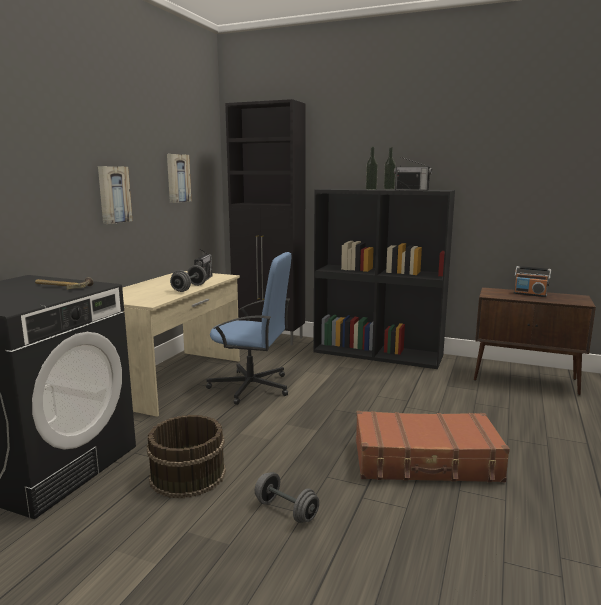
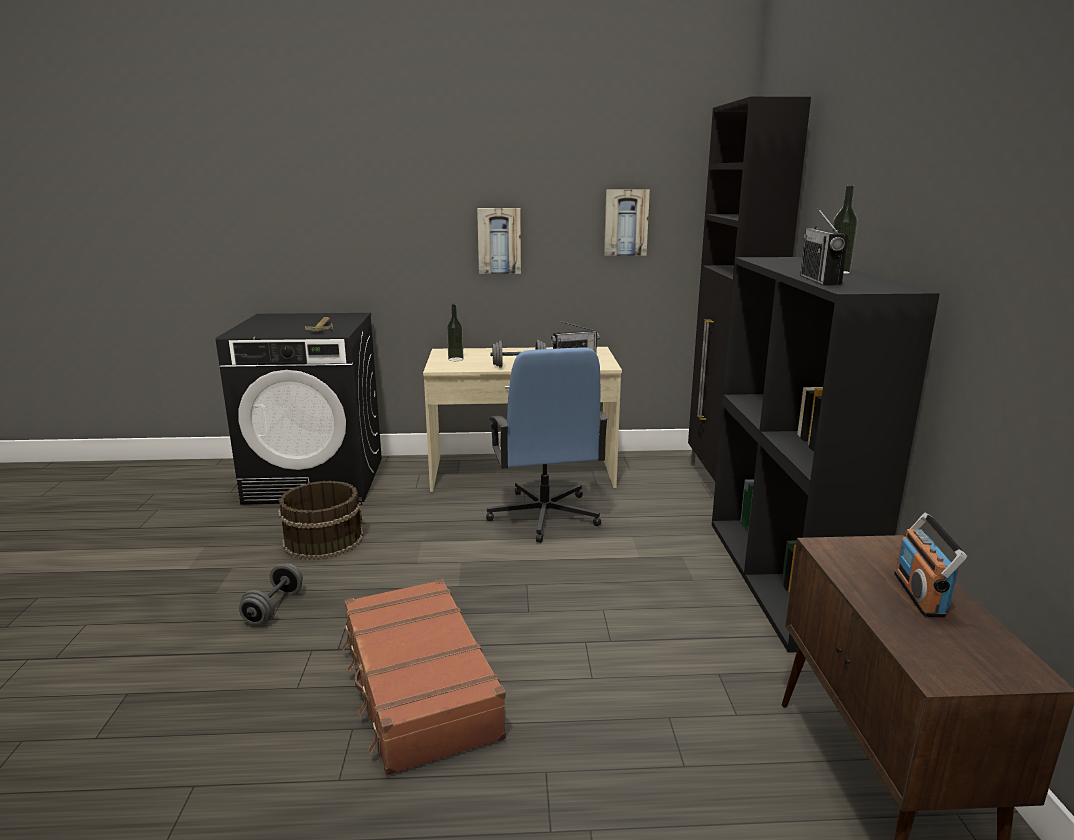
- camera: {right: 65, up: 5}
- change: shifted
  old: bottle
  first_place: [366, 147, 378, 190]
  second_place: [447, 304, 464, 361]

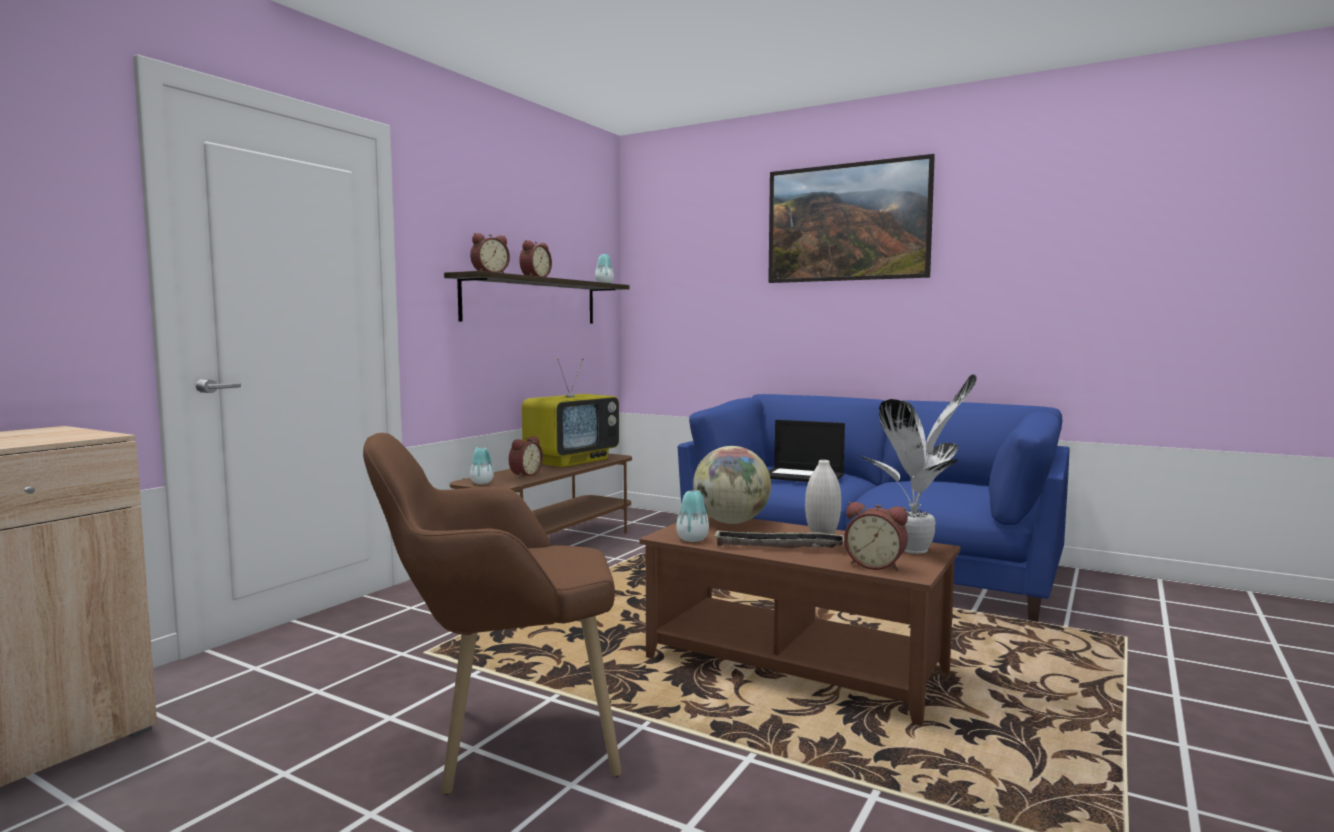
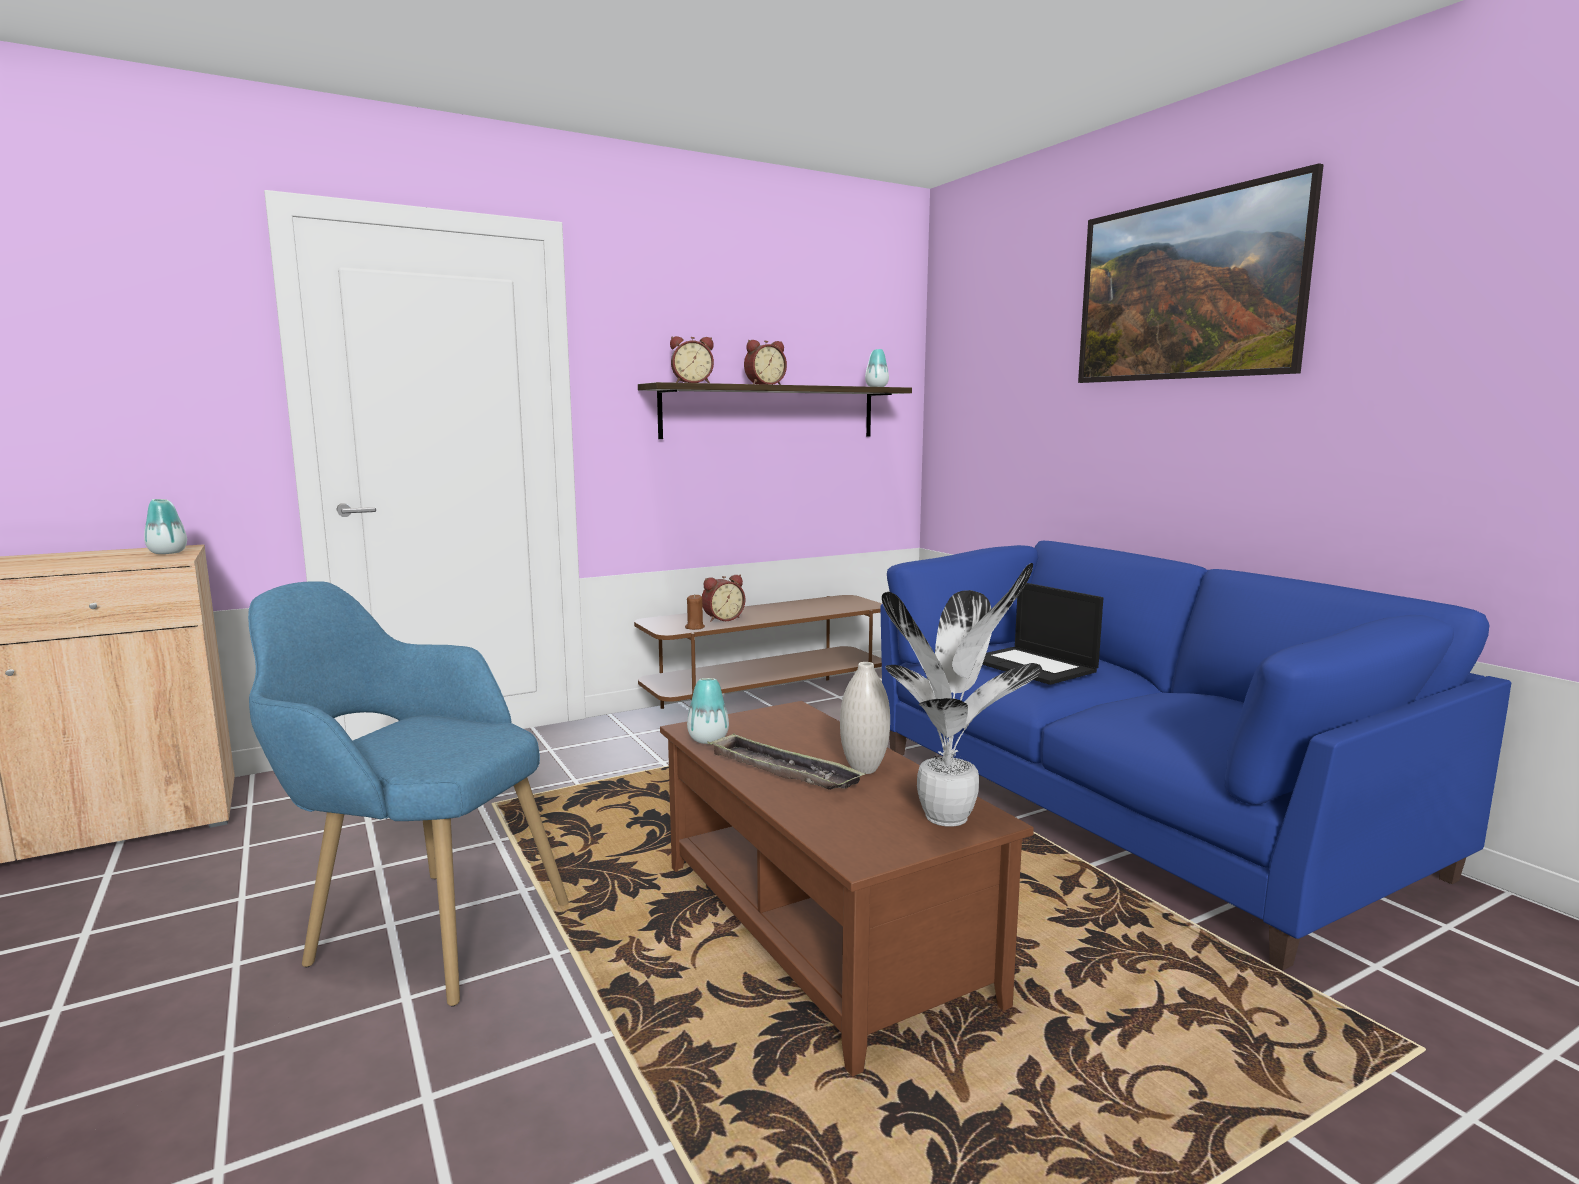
- camera: {right: 30, up: 5}
- change: gone
  old: TV set
  first_place: [522, 358, 619, 467]
- change: repainted
  old: easy chair/brown-coloured
  new: easy chair/blue-coloured
  first_place: [363, 433, 622, 795]
  second_place: [248, 581, 569, 1007]
- change: gone
  old: world globe
  first_place: [693, 446, 771, 524]
- change: shifted
  old: vase
  first_place: [470, 447, 494, 484]
  second_place: [144, 499, 187, 554]
- change: gone
  old: table clock
  first_place: [844, 502, 908, 571]
- change: new
  new: wax light/brown-coloured
  second_place: [685, 594, 705, 630]

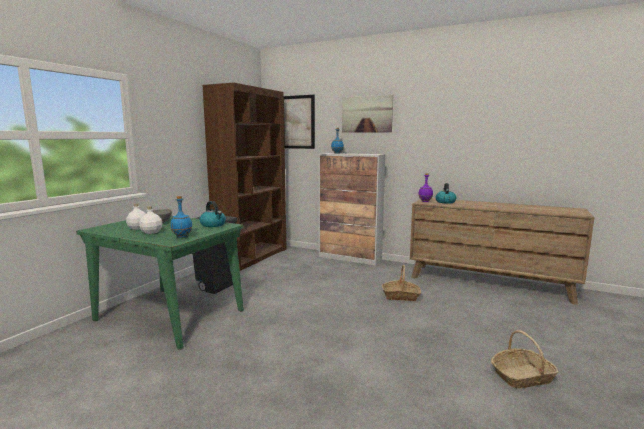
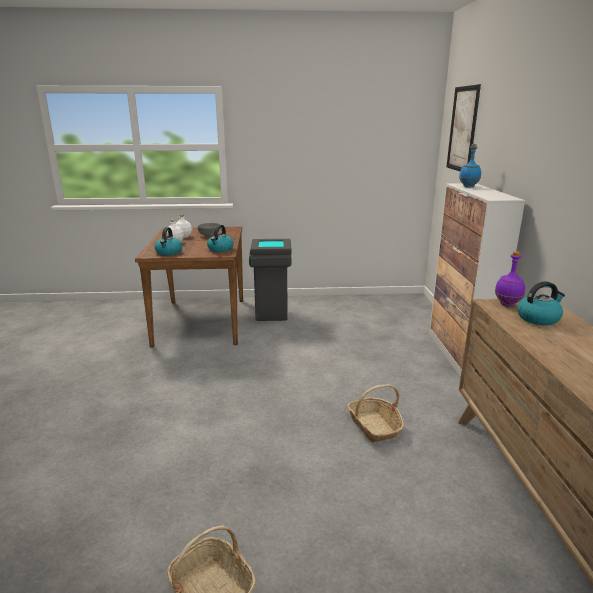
- camera: {right: 60, up: 10}
- change: gone
  old: shelving unit/brown-coloured
  first_place: [202, 83, 287, 271]
- change: gone
  old: picture
  first_place: [342, 95, 393, 133]
- change: swapped
  old: bottle/blue-coloured
  new: kettle
  first_place: [170, 196, 193, 238]
  second_place: [155, 227, 182, 255]
- change: repainted
  old: kitchen table/green-coloured
  new: kitchen table/brown-coloured
  first_place: [76, 216, 244, 350]
  second_place: [135, 227, 243, 347]

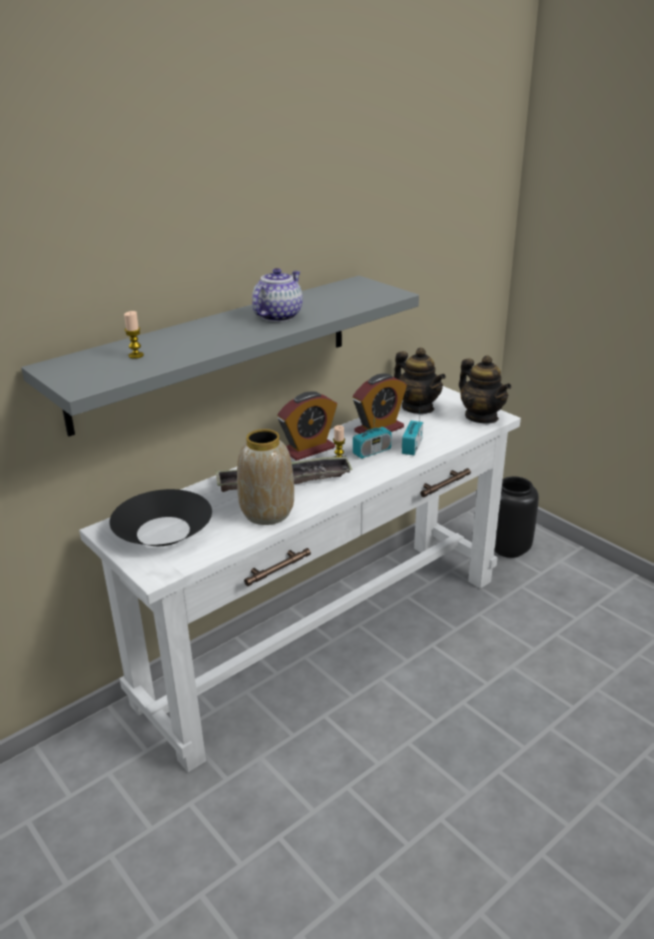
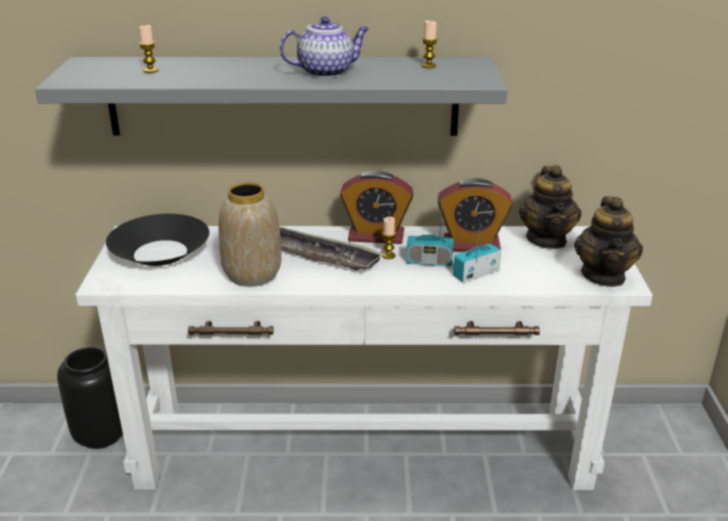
- camera: {right: 40, up: 0}
- change: shifted
  old: vase/black
  first_place: [495, 476, 539, 558]
  second_place: [57, 347, 123, 449]
- change: new
  new: wax light
  second_place: [421, 20, 437, 68]

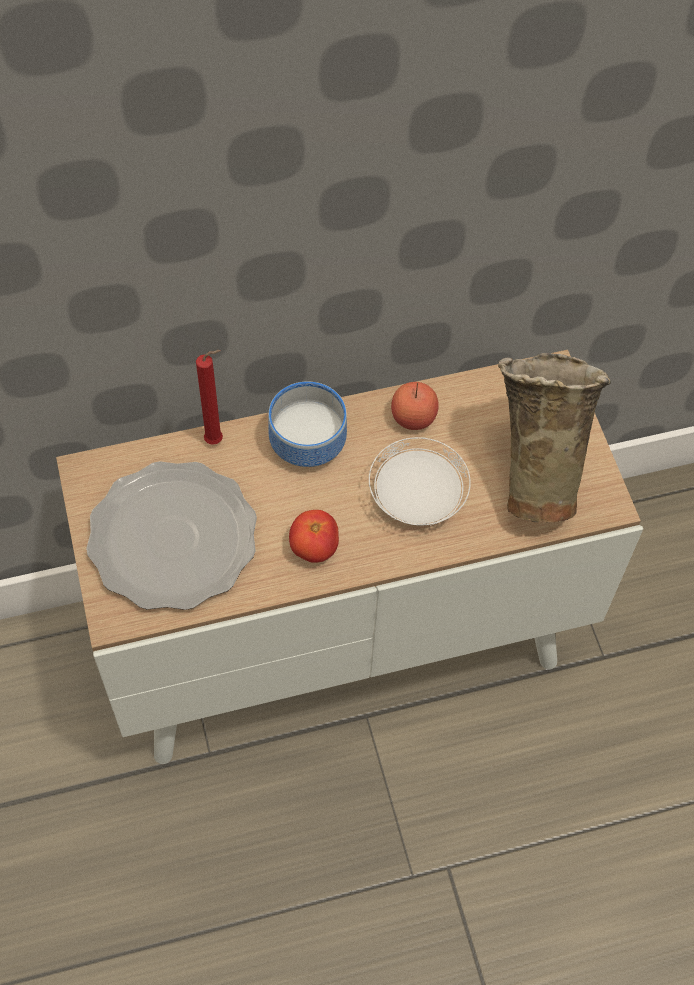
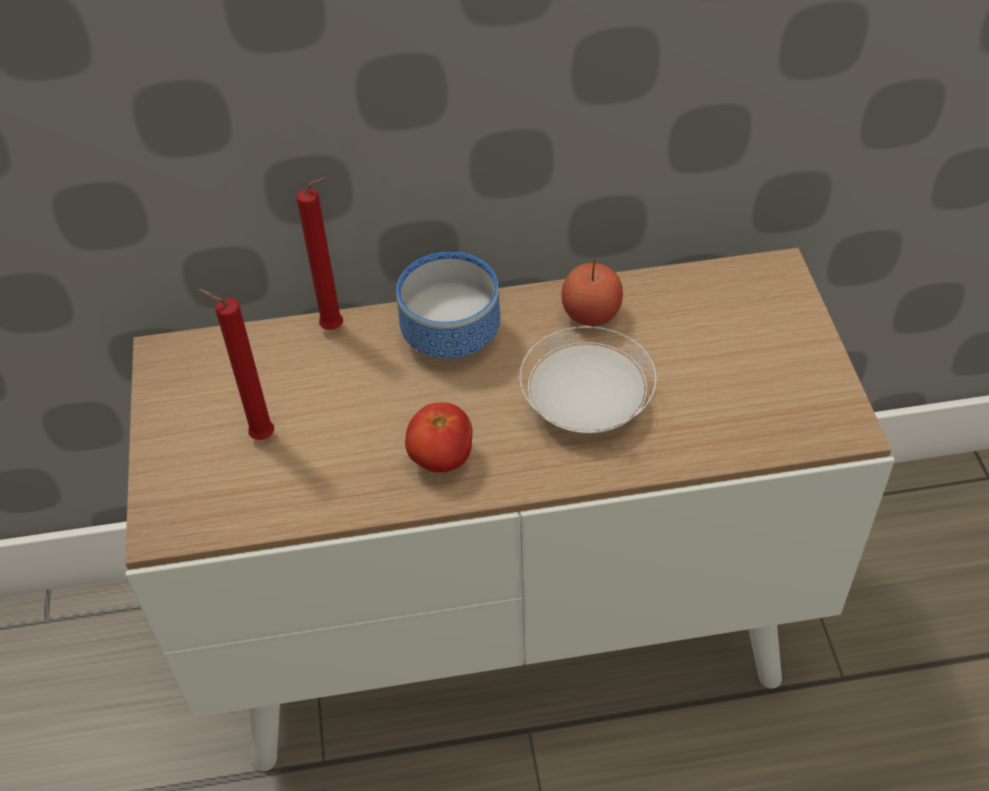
- camera: {right: 10, up: -10}
- change: gone
  old: vase/beige
  first_place: [498, 353, 611, 523]
- change: swapped
  old: dinner plate
  new: wax light/red-coloured
  first_place: [86, 461, 257, 610]
  second_place: [197, 289, 274, 440]

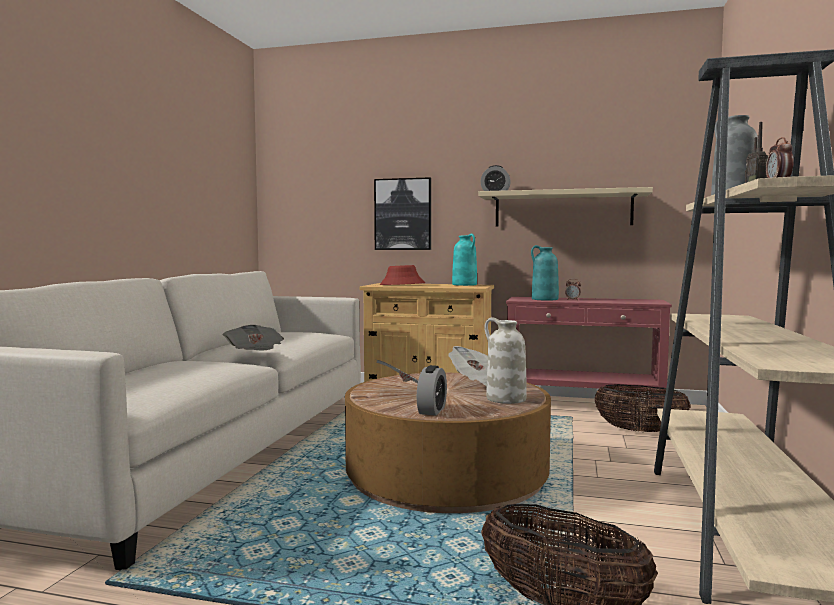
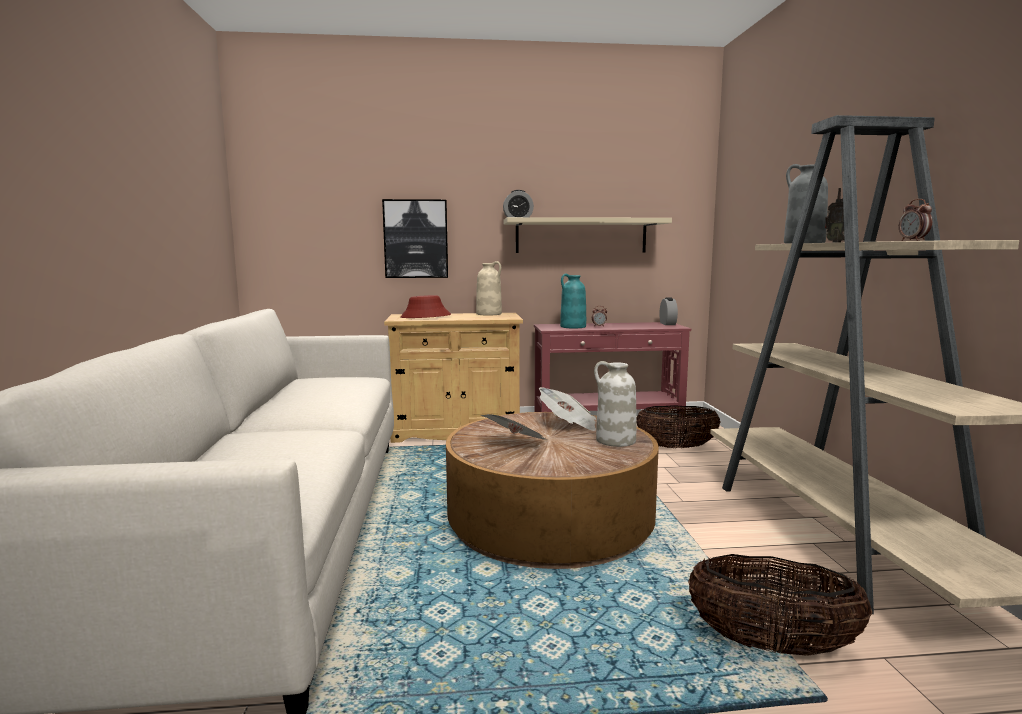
- camera: {right: -20, up: 5}
- change: repainted
  old: vase/turquoise
  new: vase/beige
  first_place: [452, 234, 477, 286]
  second_place: [476, 261, 502, 316]
- change: gone
  old: newspaper
  first_place: [223, 325, 284, 350]
- change: shifted
  old: table clock
  first_place: [417, 365, 447, 416]
  second_place: [659, 297, 678, 325]

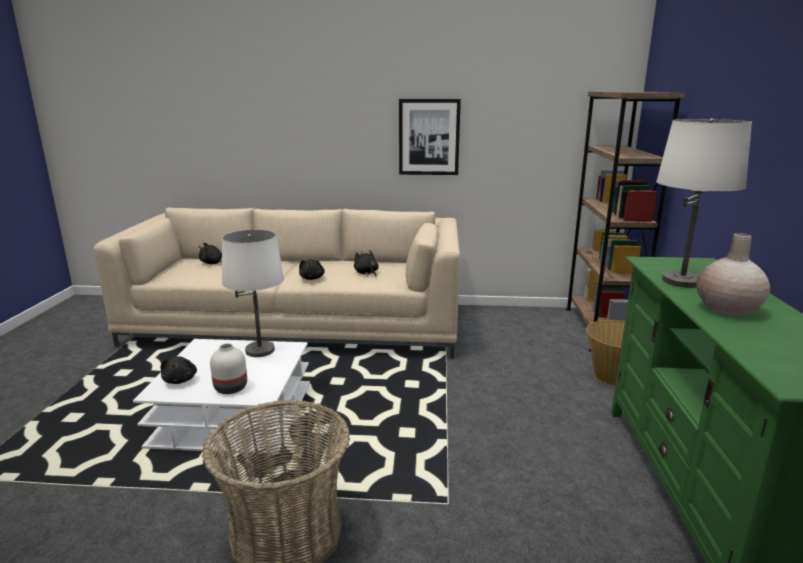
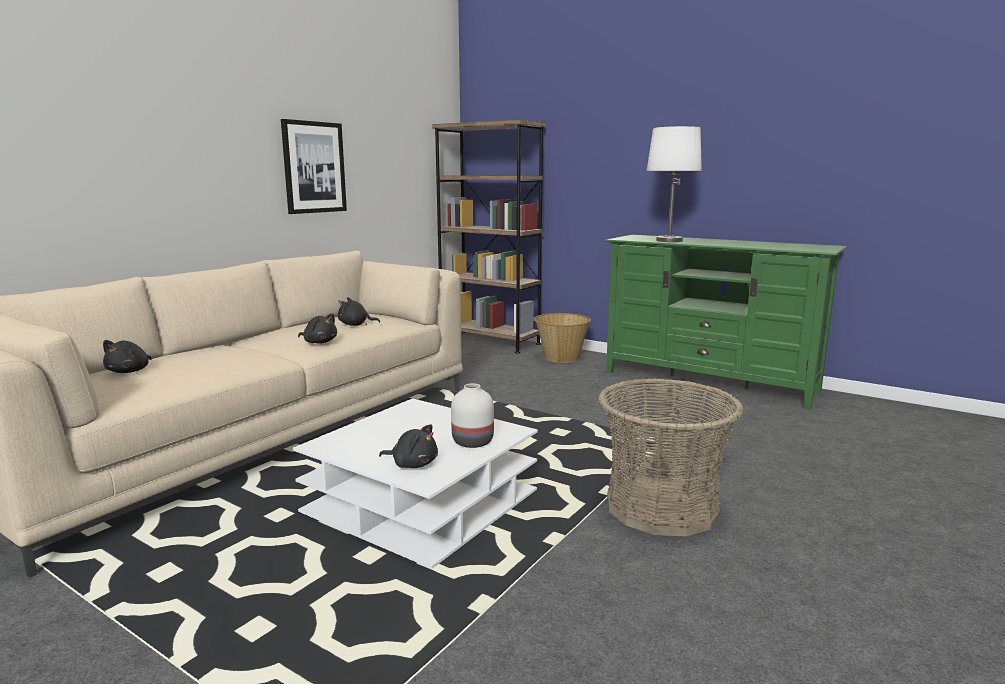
- camera: {right: -60, up: -5}
- change: gone
  old: lamp for a table/white-coloured
  first_place: [222, 230, 284, 357]
- change: gone
  old: vase/beige
  first_place: [696, 233, 770, 316]

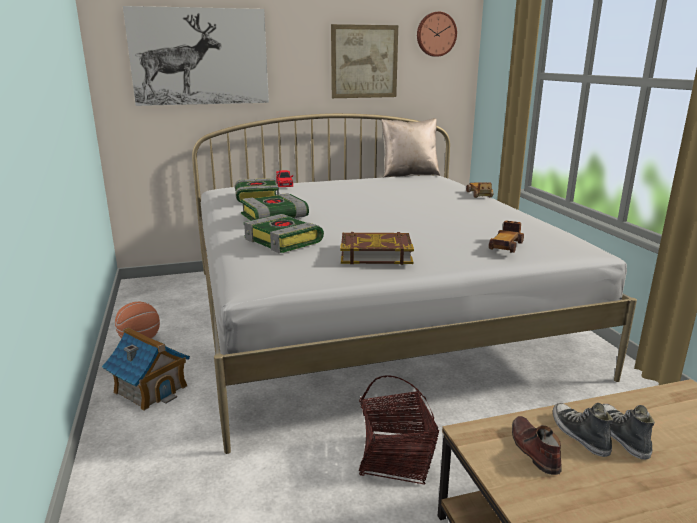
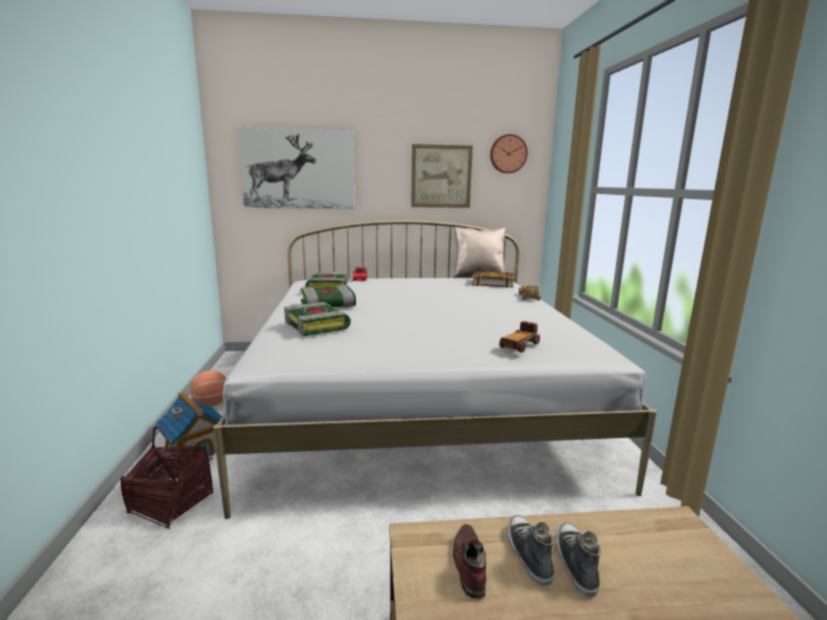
- camera: {right: 10, up: -5}
- change: shifted
  old: volume
  first_place: [340, 232, 414, 265]
  second_place: [472, 271, 514, 288]
- change: shifted
  old: storage basket
  first_place: [359, 375, 439, 485]
  second_place: [120, 427, 213, 529]

